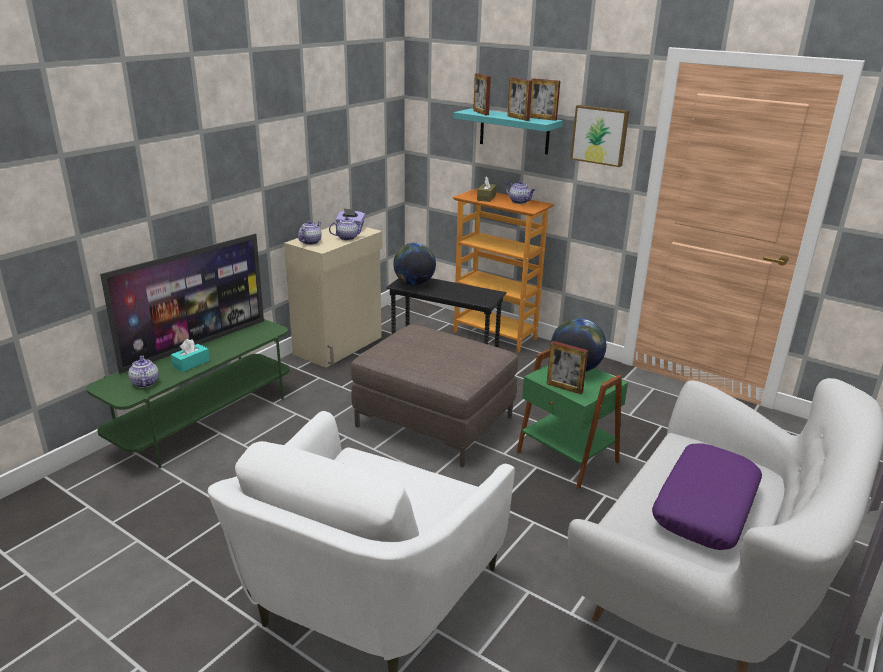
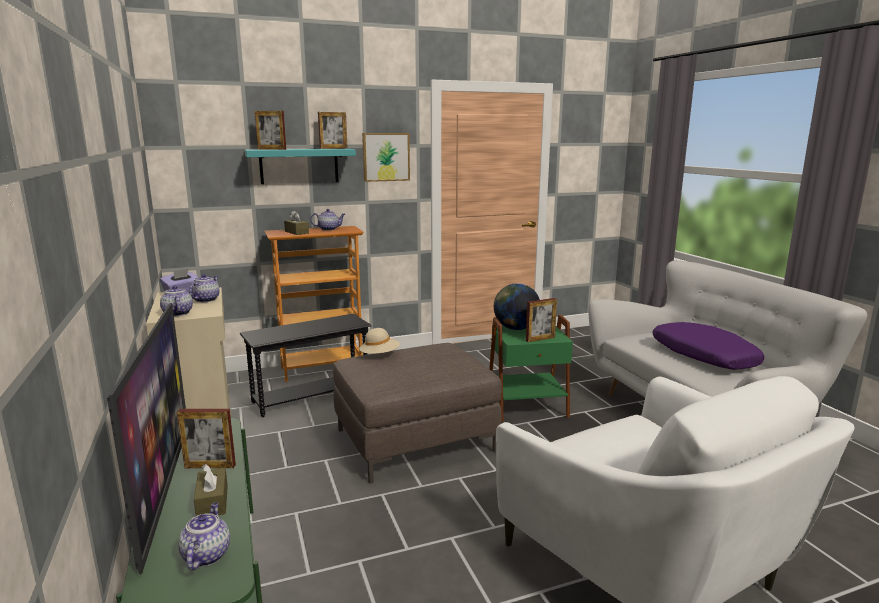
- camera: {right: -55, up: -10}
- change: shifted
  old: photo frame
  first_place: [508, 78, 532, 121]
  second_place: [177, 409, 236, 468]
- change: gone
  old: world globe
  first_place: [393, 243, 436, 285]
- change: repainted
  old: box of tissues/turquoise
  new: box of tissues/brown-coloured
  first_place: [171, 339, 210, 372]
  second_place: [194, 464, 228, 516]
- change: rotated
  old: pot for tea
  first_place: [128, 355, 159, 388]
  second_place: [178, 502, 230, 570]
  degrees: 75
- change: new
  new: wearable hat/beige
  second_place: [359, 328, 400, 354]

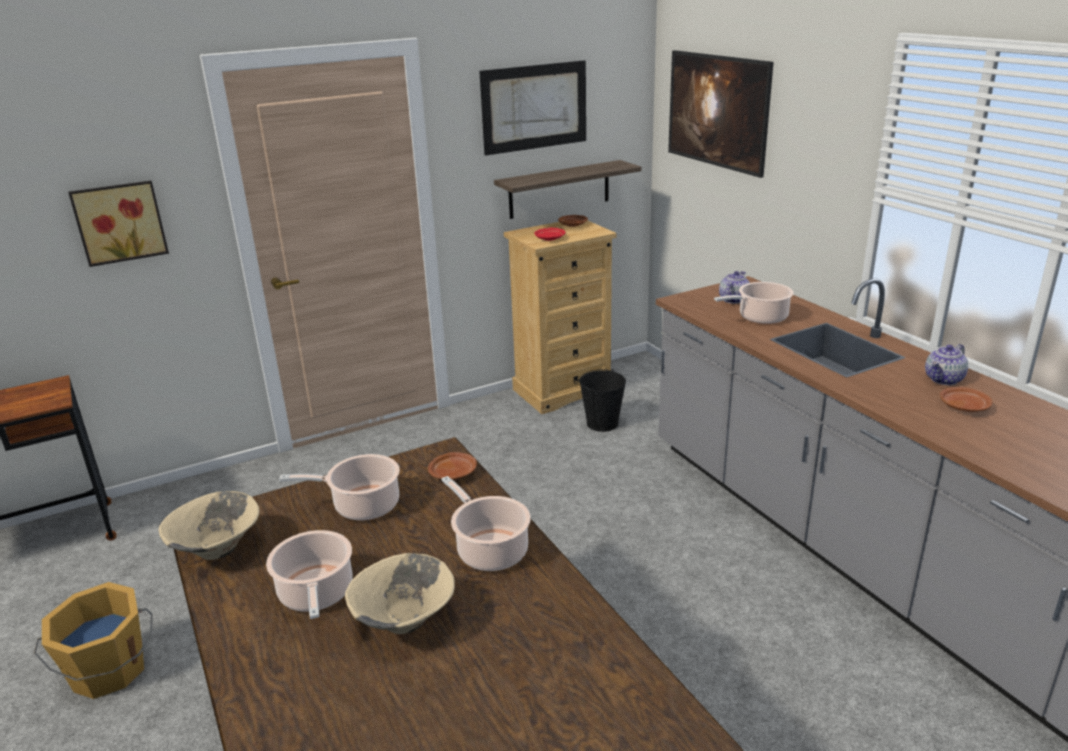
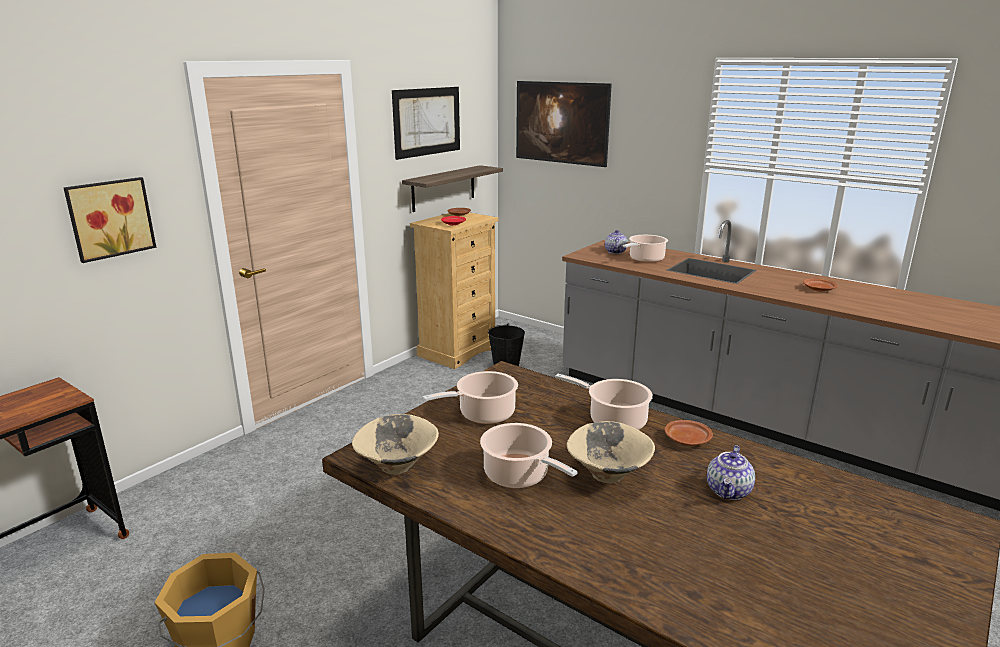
- camera: {right: -25, up: -5}
- change: shifted
  old: pot for tea
  first_place: [925, 344, 968, 385]
  second_place: [707, 445, 755, 500]
- change: shifted
  old: dinner plate/brown-coloured
  first_place: [428, 452, 477, 480]
  second_place: [665, 420, 713, 446]

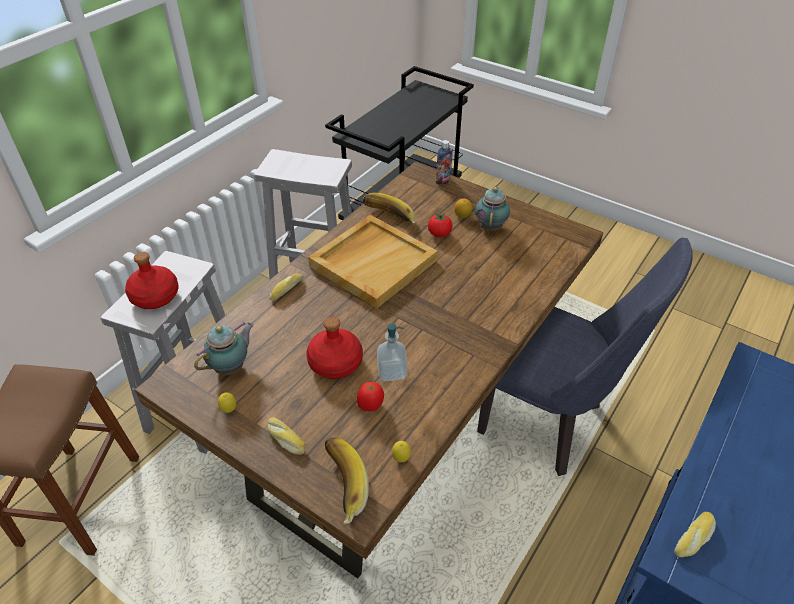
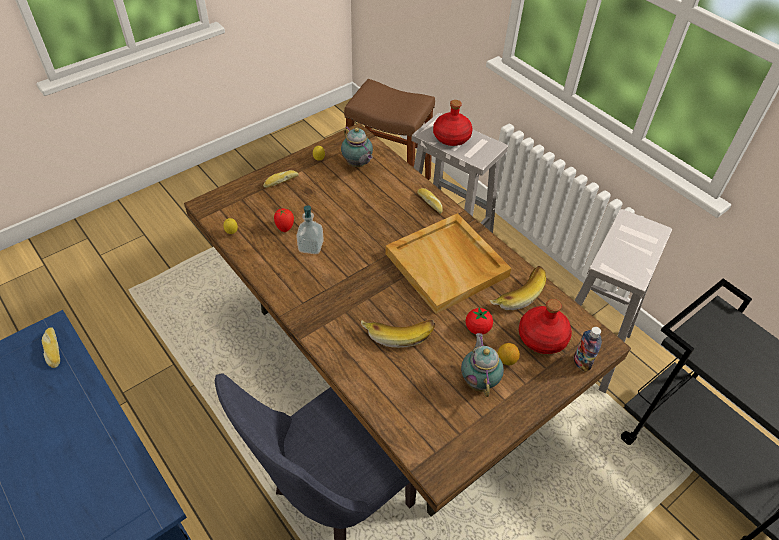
- camera: {right: 105, up: 5}
- change: rotated
  old: pot for tea
  first_place: [475, 185, 510, 231]
  second_place: [461, 333, 504, 397]
  degrees: -120
- change: shifted
  old: bottle/red-coloured
  first_place: [306, 317, 363, 379]
  second_place: [519, 299, 572, 354]
- change: shifted
  old: whole banana
  first_place: [325, 438, 369, 524]
  second_place: [361, 320, 435, 348]

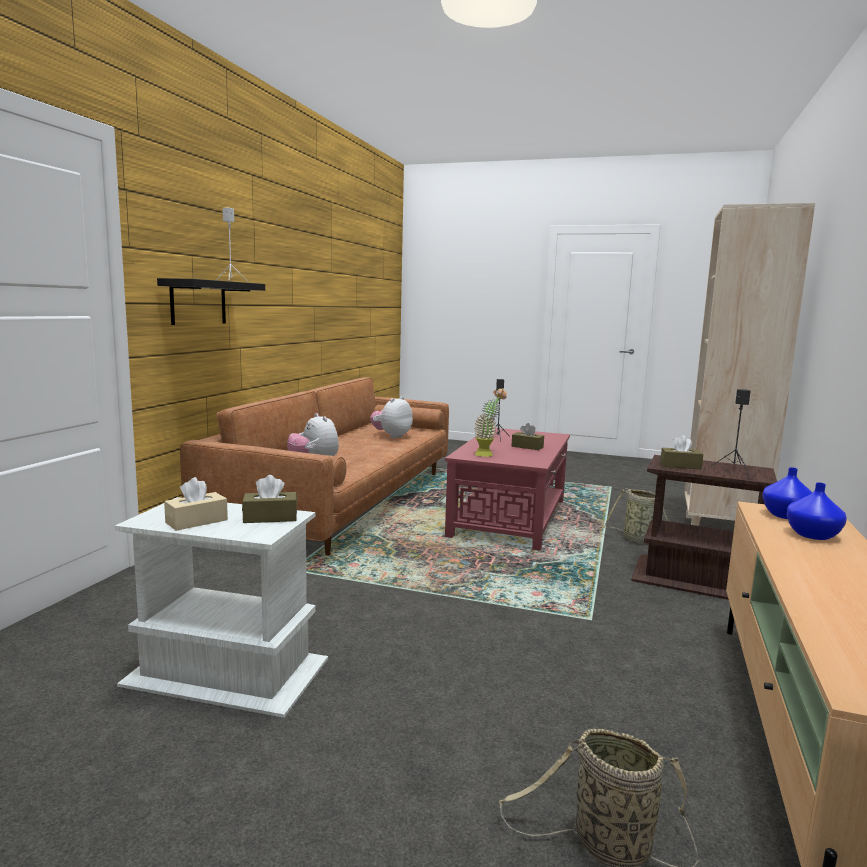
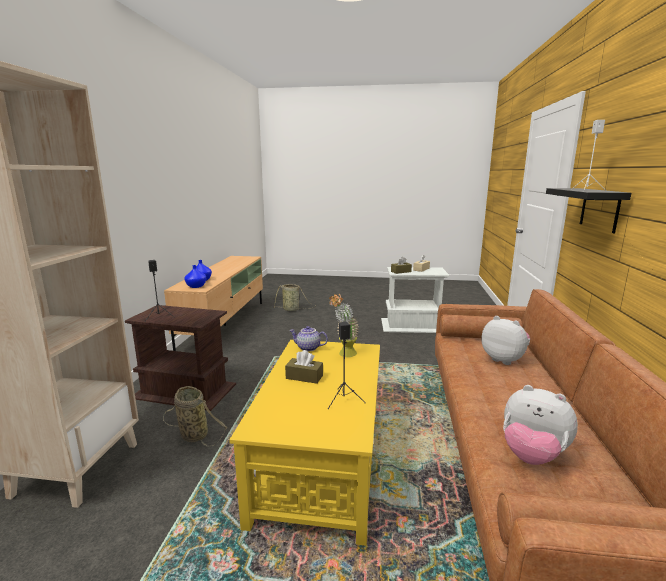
- camera: {right: 170, up: 5}
- change: rotated
  old: plush toy
  first_place: [370, 396, 413, 438]
  second_place: [503, 385, 578, 465]
  degrees: 105
- change: repainted
  old: lounge table/red-coloured
  new: lounge table/yellow-coloured
  first_place: [445, 428, 570, 551]
  second_place: [229, 340, 380, 546]
- change: gone
  old: box of tissues/brown-coloured
  first_place: [660, 435, 703, 469]
- change: new
  new: pot for tea
  second_place: [289, 326, 328, 352]

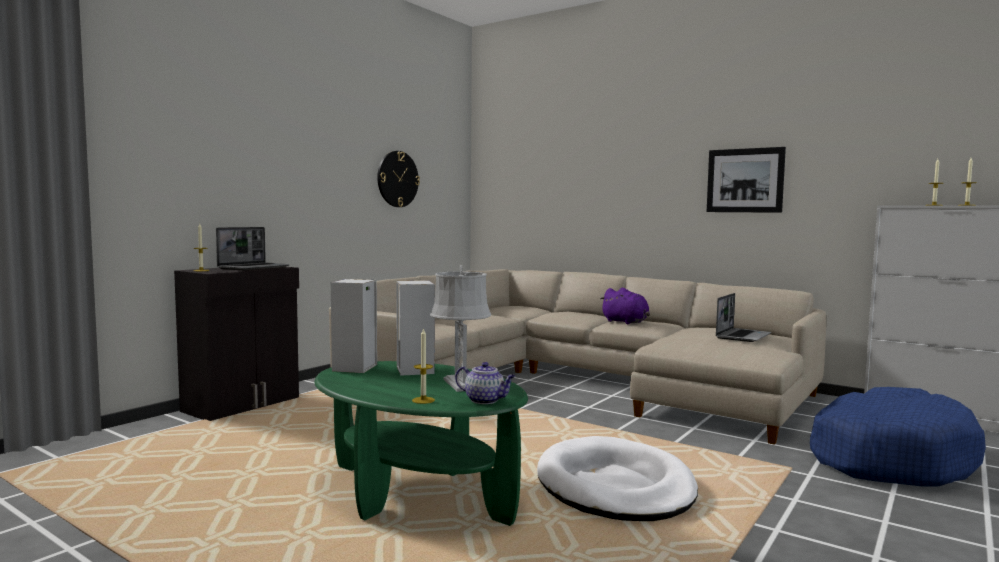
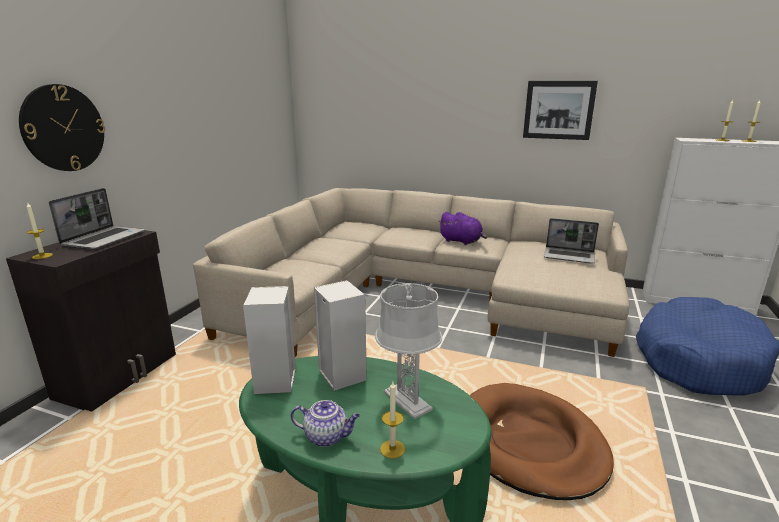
- camera: {right: -15, up: 15}
- change: shifted
  old: clock on the wall
  first_place: [377, 151, 420, 207]
  second_place: [19, 84, 105, 171]
- change: rotated
  old: notebook computer
  first_place: [716, 293, 771, 342]
  second_place: [544, 218, 599, 263]
  degrees: 90
- change: shifted
  old: pot for tea
  first_place: [455, 362, 516, 404]
  second_place: [291, 400, 360, 447]
- change: repainted
  old: dog cushion/white-coloured
  new: dog cushion/brown-coloured
  first_place: [537, 436, 698, 521]
  second_place: [470, 383, 614, 500]

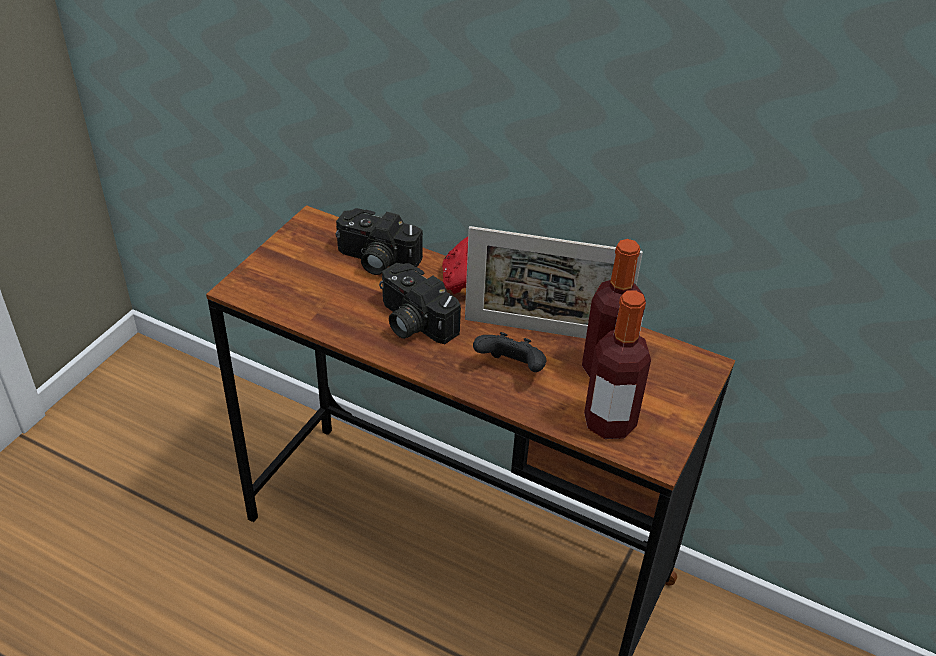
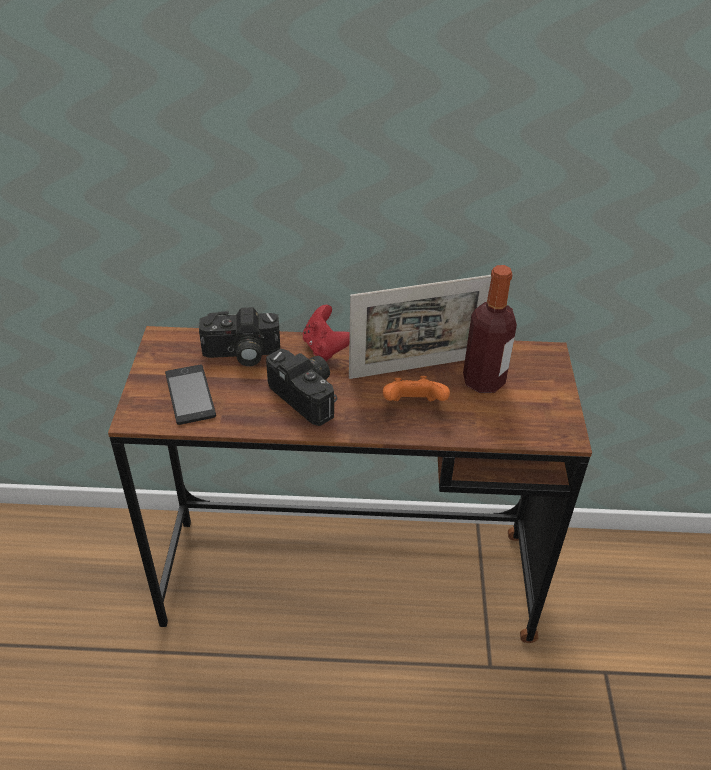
- camera: {right: -25, up: 0}
- change: rotated
  old: photo camera
  first_place: [379, 263, 461, 344]
  second_place: [266, 349, 337, 426]
  degrees: -150
- change: gone
  old: bottle
  first_place: [584, 290, 651, 439]
- change: repainted
  old: gamepad/black
  new: gamepad/orange-coloured
  first_place: [473, 332, 546, 372]
  second_place: [383, 376, 450, 401]
- change: new
  new: telephone
  second_place: [165, 365, 216, 425]

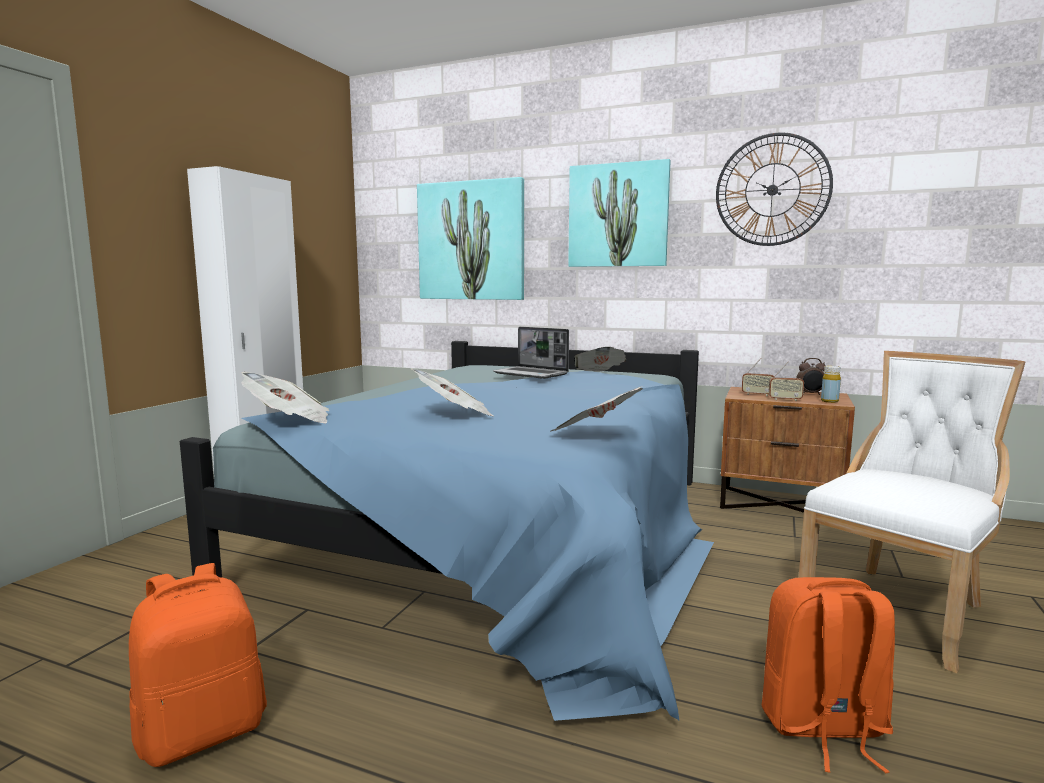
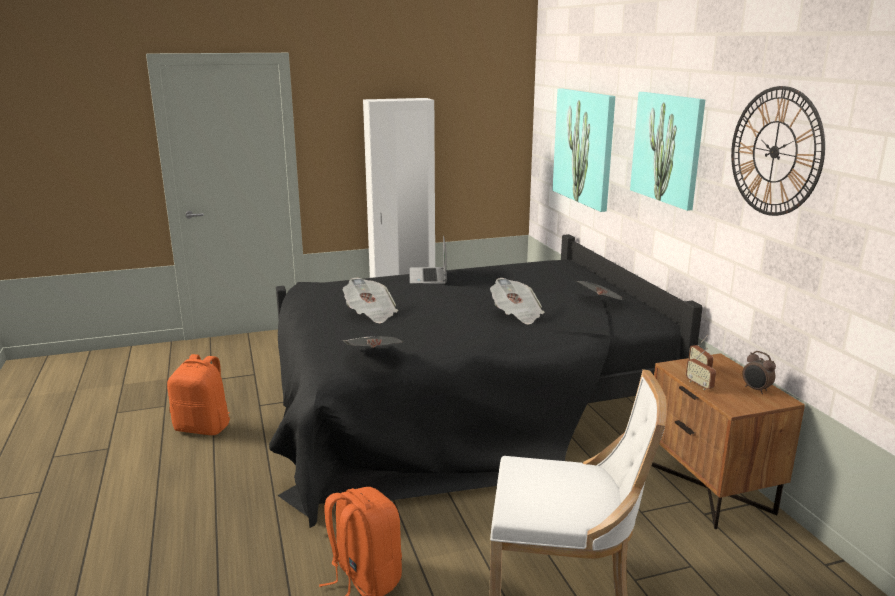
- camera: {right: 50, up: 10}
- change: shifted
  old: notebook computer
  first_place: [493, 327, 569, 379]
  second_place: [410, 236, 447, 285]
- change: repainted
  old: bed/blue-coloured
  new: bed/black
  first_place: [180, 341, 714, 721]
  second_place: [269, 234, 703, 528]
- change: gone
  old: bottle/yellow-coloured
  first_place: [821, 366, 841, 403]
- change: shifted
  old: newspaper
  first_place: [241, 372, 329, 423]
  second_place: [490, 278, 544, 325]

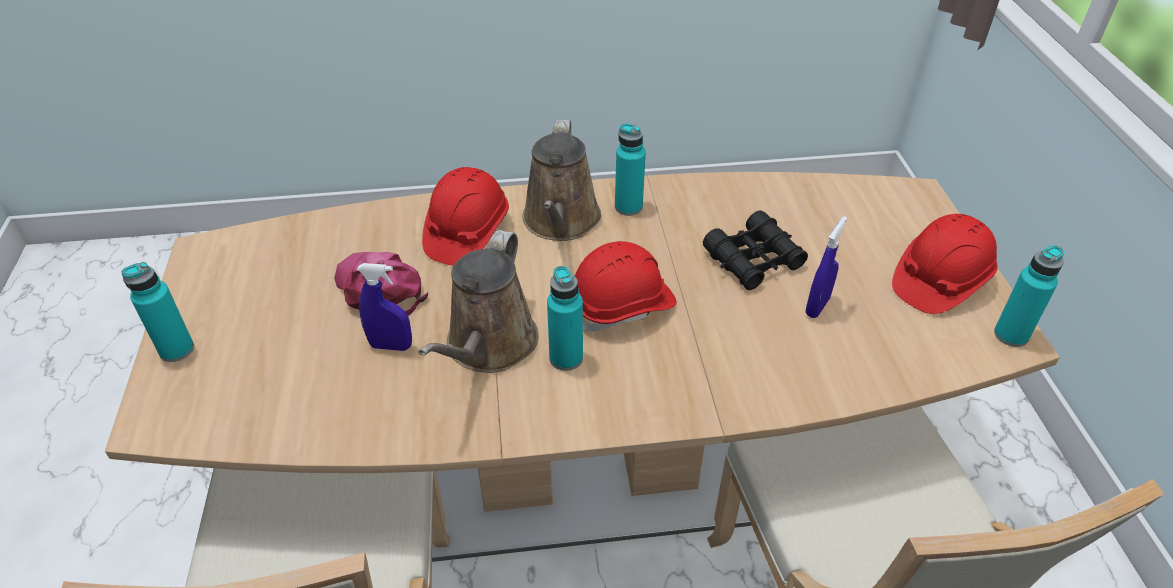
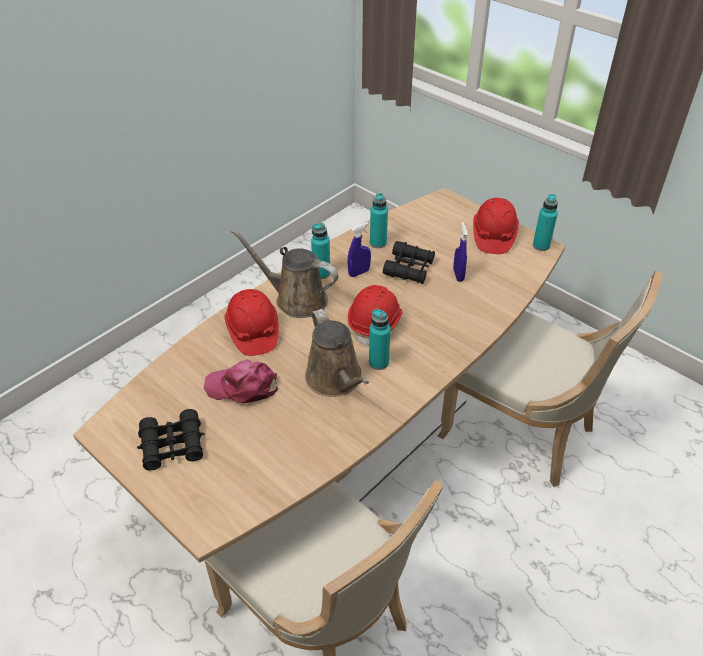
- camera: {right: -40, up: 0}
- change: rotated
  old: watering can/brown-coloured
  first_place: [522, 120, 601, 241]
  second_place: [231, 229, 339, 318]
  degrees: 150
- change: shifted
  old: bottle/turquoise
  first_place: [121, 262, 194, 362]
  second_place: [370, 193, 388, 248]
- change: shifted
  old: spray bottle/blue-coloured
  first_place: [357, 263, 412, 351]
  second_place: [348, 222, 371, 277]
- change: new
  new: binoculars/black
  second_place: [137, 409, 205, 470]

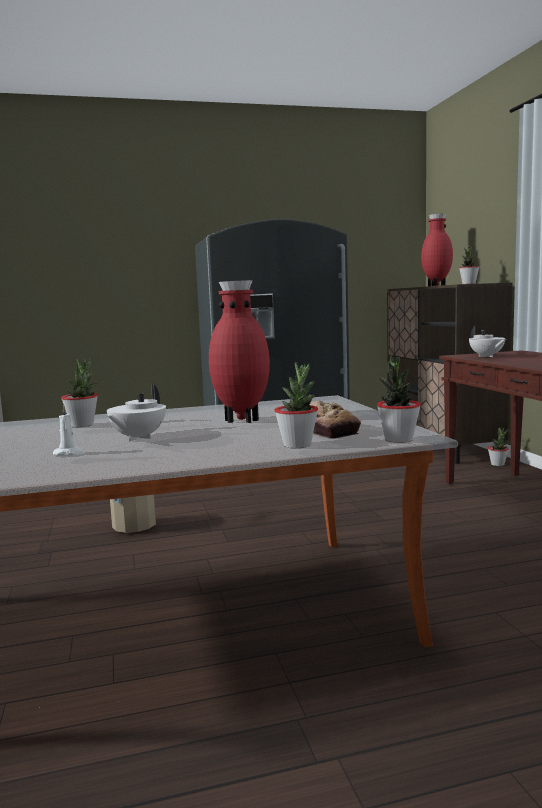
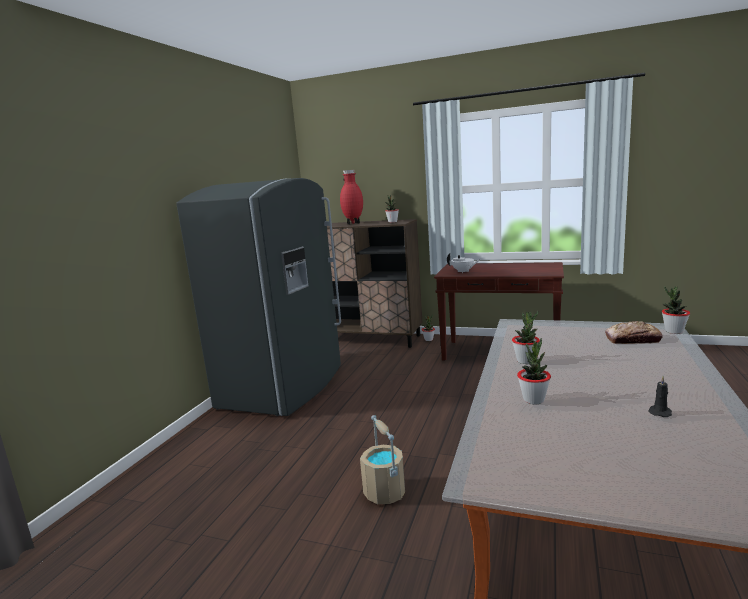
- camera: {right: -55, up: 5}
- change: gone
  old: vase/red-coloured
  first_place: [209, 280, 270, 423]
- change: shifted
  old: houseplant
  first_place: [274, 362, 318, 449]
  second_place: [512, 311, 540, 364]
- change: gone
  old: pot for tea/white-coloured
  first_place: [107, 383, 166, 441]
- change: repainted
  old: wax light/white-coloured
  new: wax light/black
  first_place: [53, 405, 85, 456]
  second_place: [648, 376, 672, 417]

